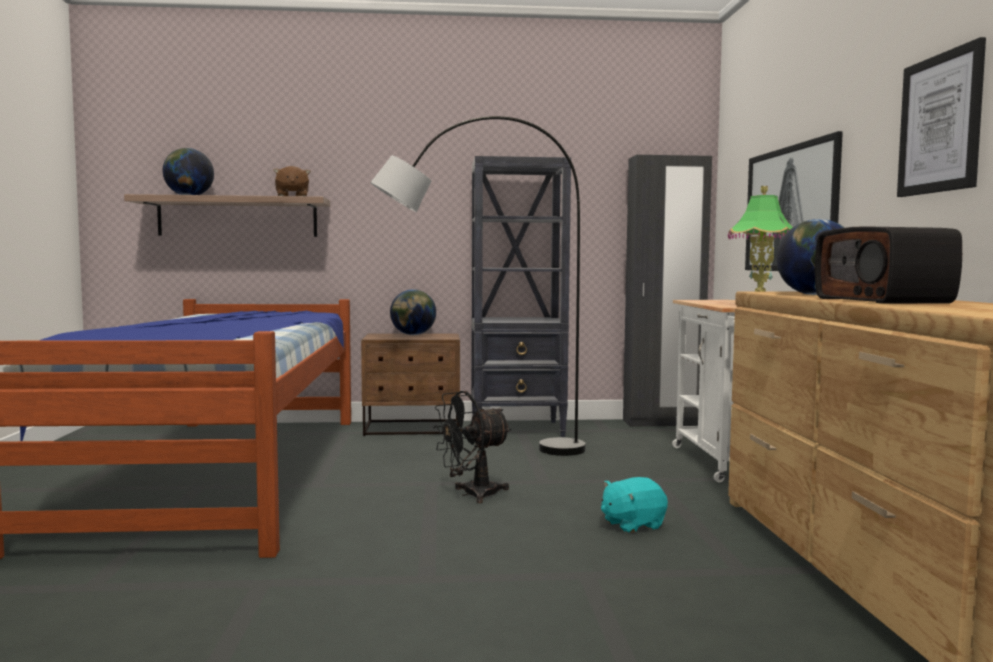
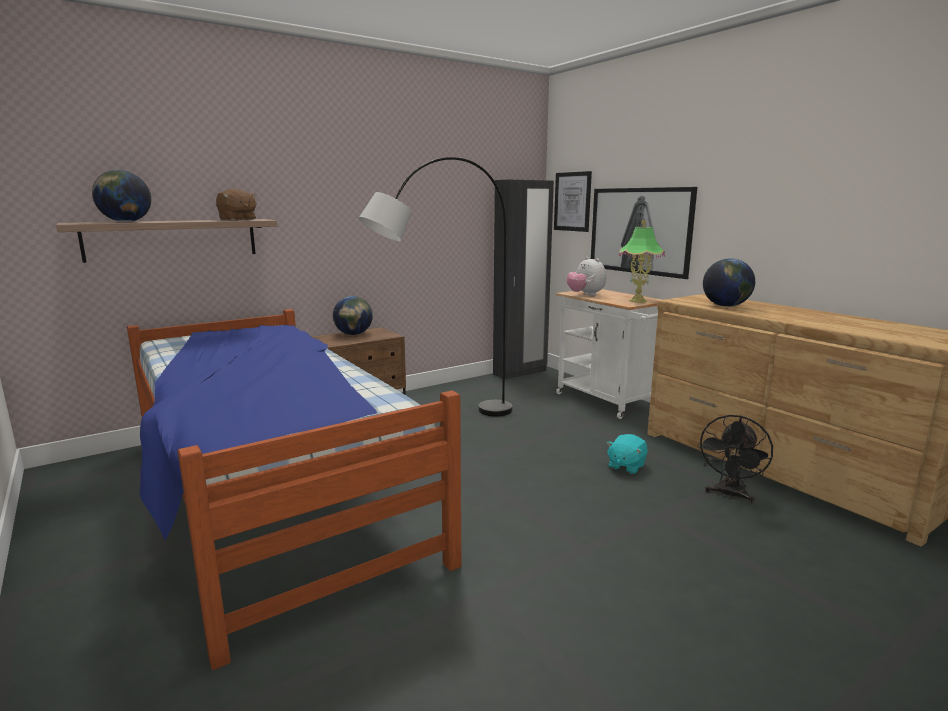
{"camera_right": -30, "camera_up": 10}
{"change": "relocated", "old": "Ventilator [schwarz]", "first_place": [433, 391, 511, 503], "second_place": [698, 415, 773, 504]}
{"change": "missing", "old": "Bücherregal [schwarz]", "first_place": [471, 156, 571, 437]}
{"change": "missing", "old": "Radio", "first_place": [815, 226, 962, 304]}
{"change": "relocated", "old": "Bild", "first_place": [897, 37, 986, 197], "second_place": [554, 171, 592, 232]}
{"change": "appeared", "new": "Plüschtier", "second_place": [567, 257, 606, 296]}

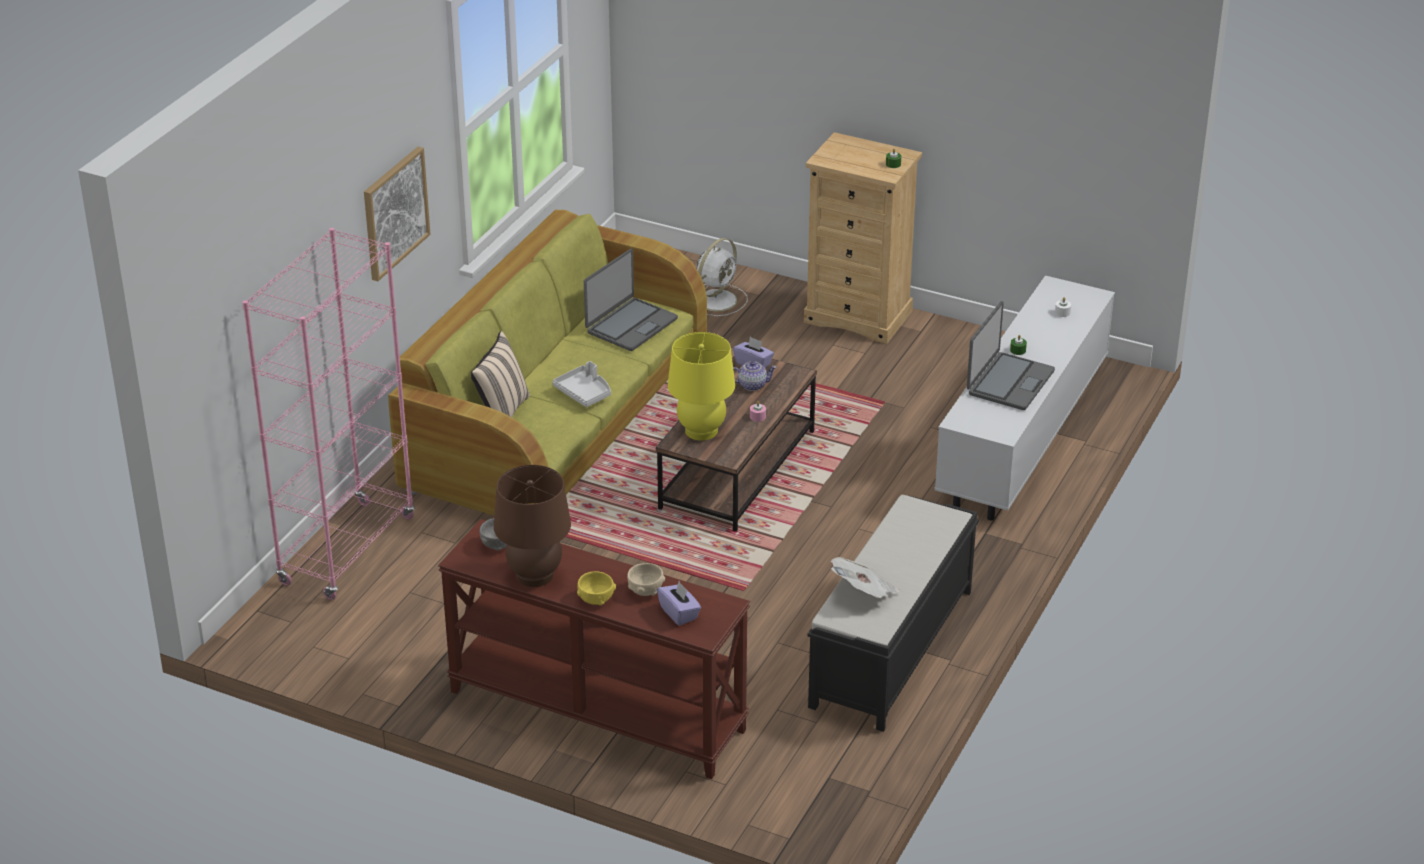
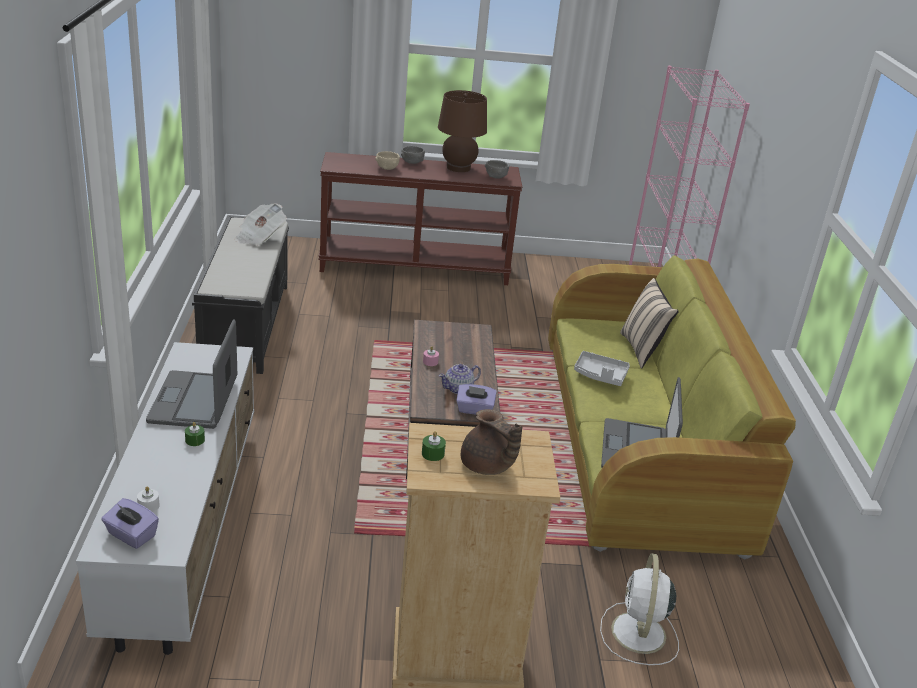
{"camera_right": 150, "camera_up": -5}
{"change": "missing", "old": "Bild", "first_place": [364, 147, 430, 281]}
{"change": "colour", "old": "Schüssel [gelb]", "new": "Schüssel [grau]", "first_place": [577, 571, 616, 605], "second_place": [401, 146, 425, 164]}
{"change": "relocated", "old": "Taschentuchbox [lila]", "first_place": [657, 581, 701, 626], "second_place": [101, 498, 159, 549]}
{"change": "missing", "old": "Tischlampe [gelb]", "first_place": [668, 332, 735, 441]}
{"change": "appeared", "new": "Teekanne [braun]", "second_place": [461, 409, 523, 475]}

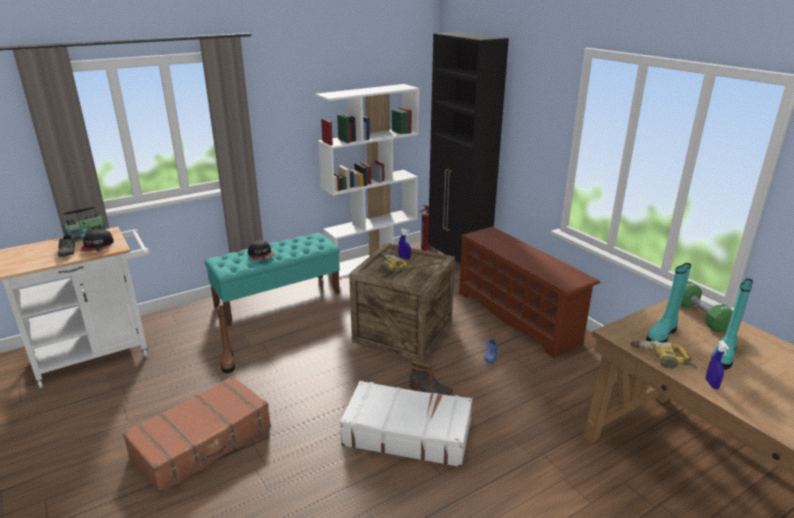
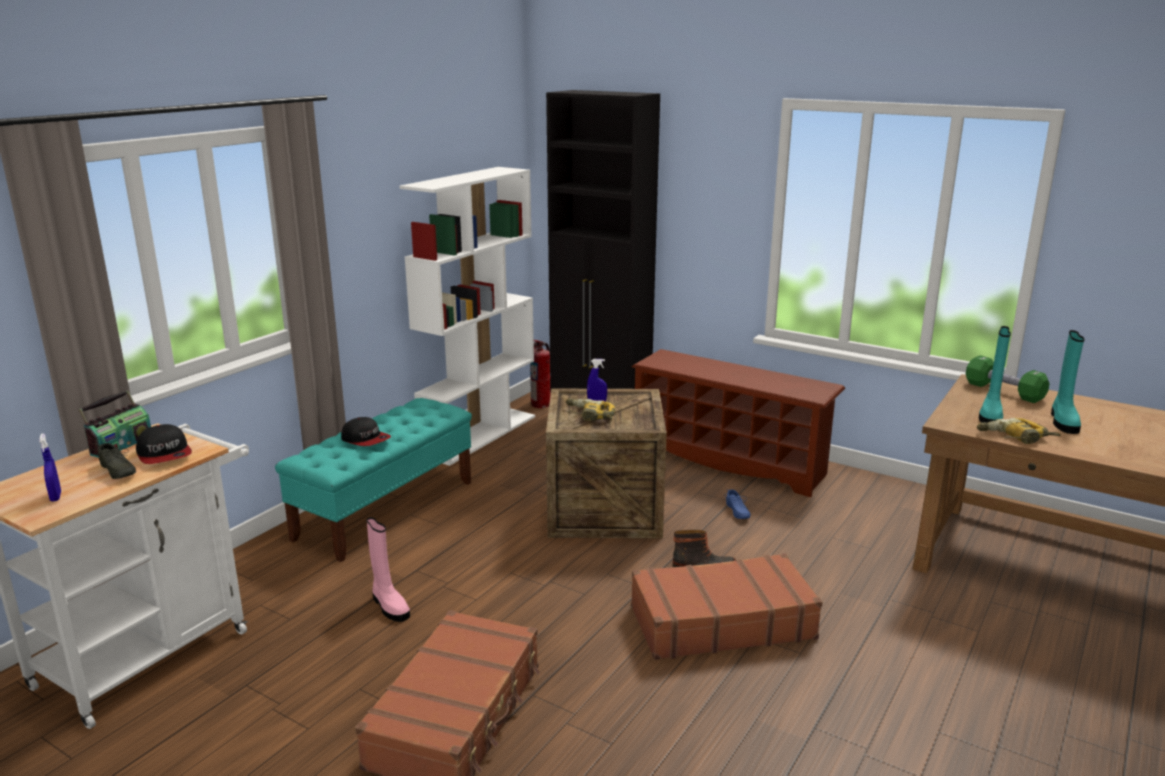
{"camera_right": -25, "camera_up": -5}
{"change": "colour", "old": "Stiefel [braun]", "new": "Stiefel [rosa]", "first_place": [218, 305, 235, 373], "second_place": [367, 517, 410, 622]}
{"change": "colour", "old": "Koffer [weiß]", "new": "Koffer [braun]", "first_place": [340, 381, 472, 468], "second_place": [631, 553, 823, 660]}
{"change": "relocated", "old": "Sprühflasche [blau]", "first_place": [706, 341, 729, 389], "second_place": [39, 433, 61, 502]}

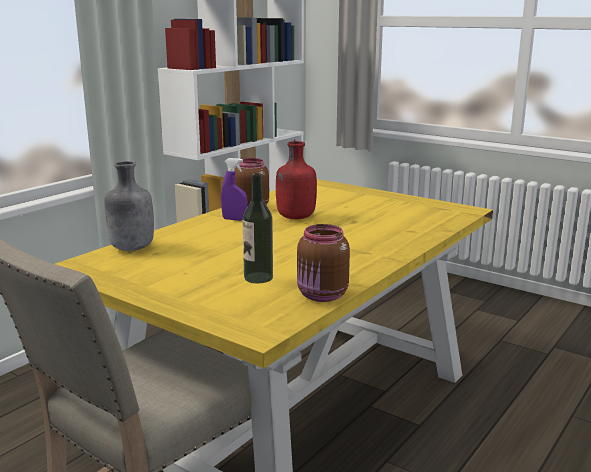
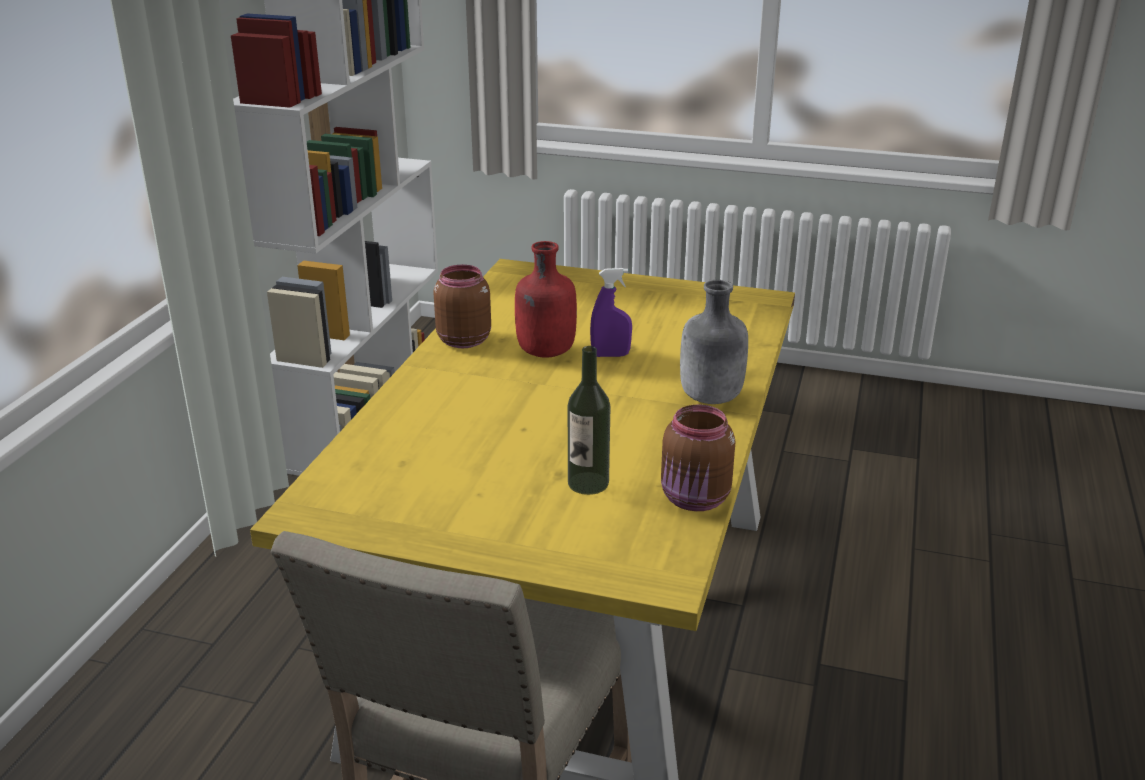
{"camera_right": -20, "camera_up": 10}
{"change": "relocated", "old": "Flasche [grau]", "first_place": [104, 161, 154, 251], "second_place": [680, 280, 748, 404]}
{"change": "relocated", "old": "Sprühflasche [lila]", "first_place": [221, 158, 247, 221], "second_place": [590, 268, 632, 357]}

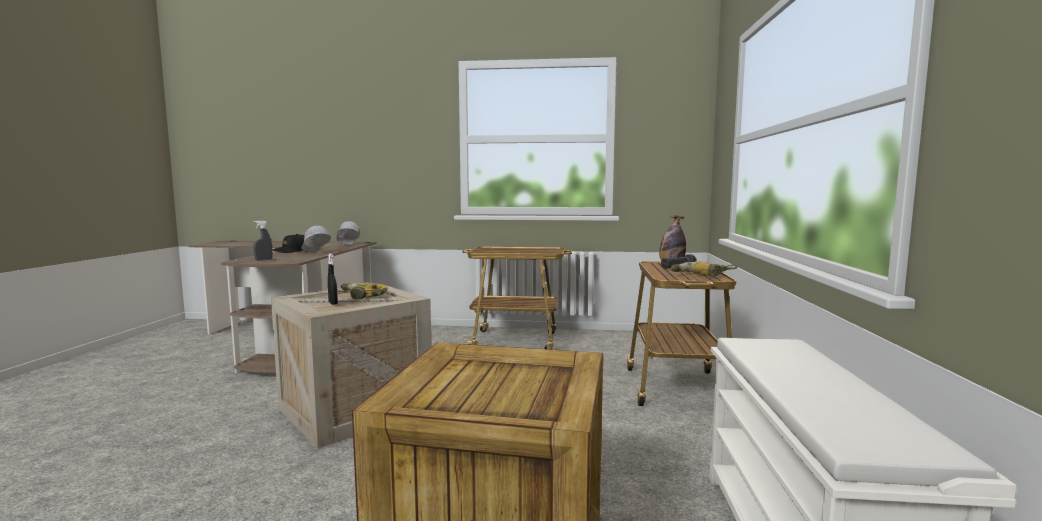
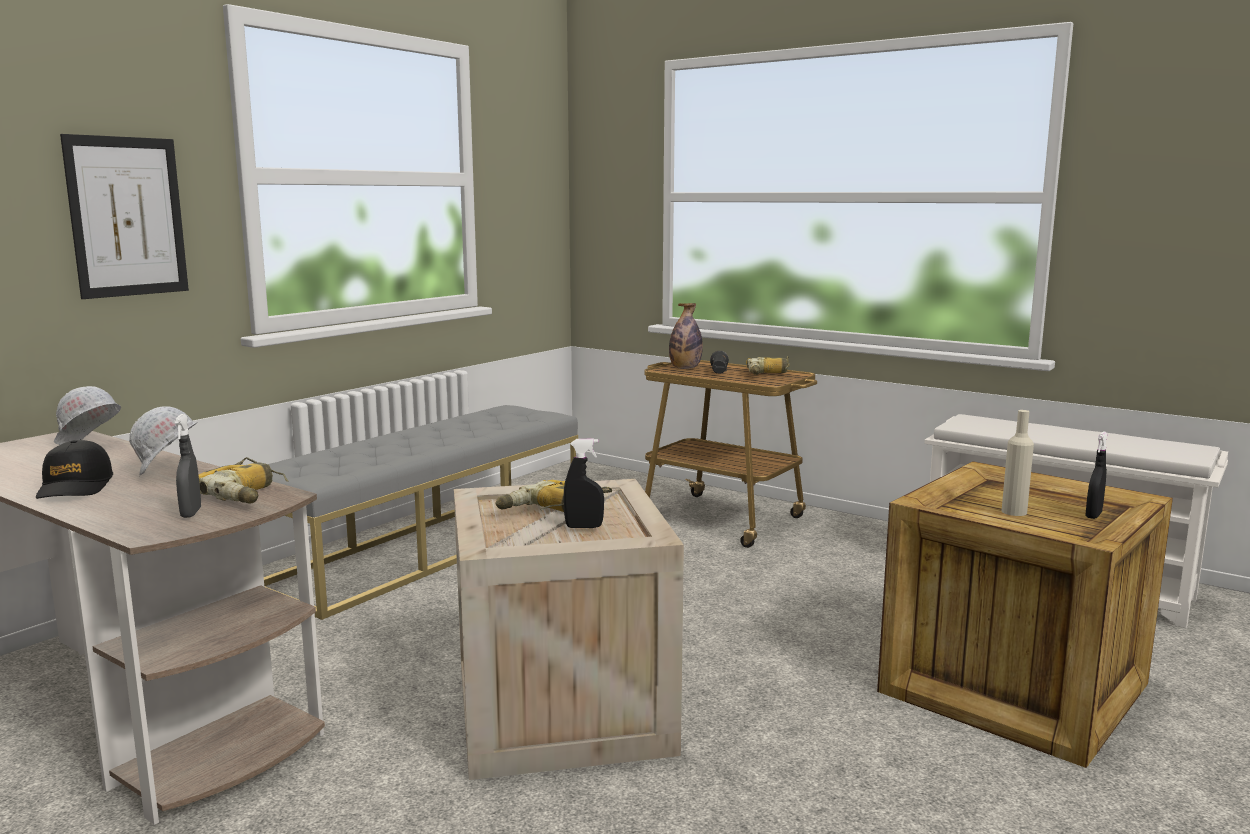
{"camera_right": -60, "camera_up": 5}
{"change": "exchanged", "old": "Rollwagen", "new": "Bank [grau]", "first_place": [462, 247, 572, 350], "second_place": [264, 405, 578, 620]}
{"change": "appeared", "new": "Bild", "second_place": [60, 134, 189, 299]}
{"change": "appeared", "new": "Bohrmaschine", "second_place": [199, 457, 289, 504]}
{"change": "appeared", "new": "Flasche [beige]", "second_place": [1002, 410, 1034, 516]}
{"change": "appeared", "new": "Sprühflasche [schwarz]", "second_place": [1085, 431, 1108, 519]}

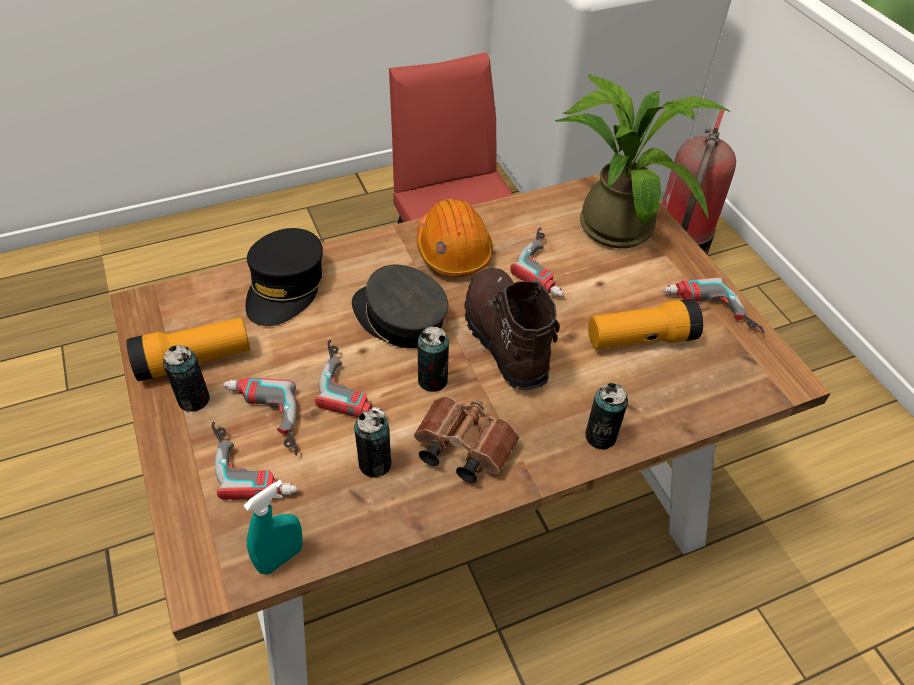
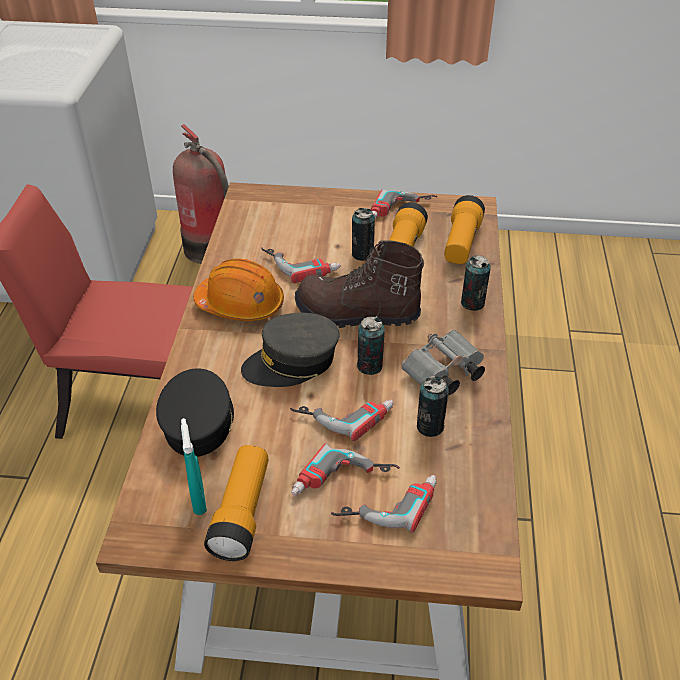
{"camera_right": -60, "camera_up": -5}
{"change": "relocated", "old": "Dose", "first_place": [163, 345, 210, 412], "second_place": [352, 208, 375, 261]}
{"change": "relocated", "old": "Sprühflasche [türkis]", "first_place": [244, 480, 303, 575], "second_place": [181, 418, 207, 515]}
{"change": "spun", "old": "Kappe [schwarz]", "first_place": [245, 228, 323, 326], "second_place": [156, 368, 234, 457], "degrees": -135}
{"change": "colour", "old": "Fernglas [braun]", "new": "Fernglas [grau]", "first_place": [414, 396, 519, 483], "second_place": [401, 330, 485, 395]}
{"change": "missing", "old": "Topfpflanze", "first_place": [555, 74, 730, 248]}
{"change": "appeared", "new": "Taschenlampe", "second_place": [444, 195, 485, 264]}

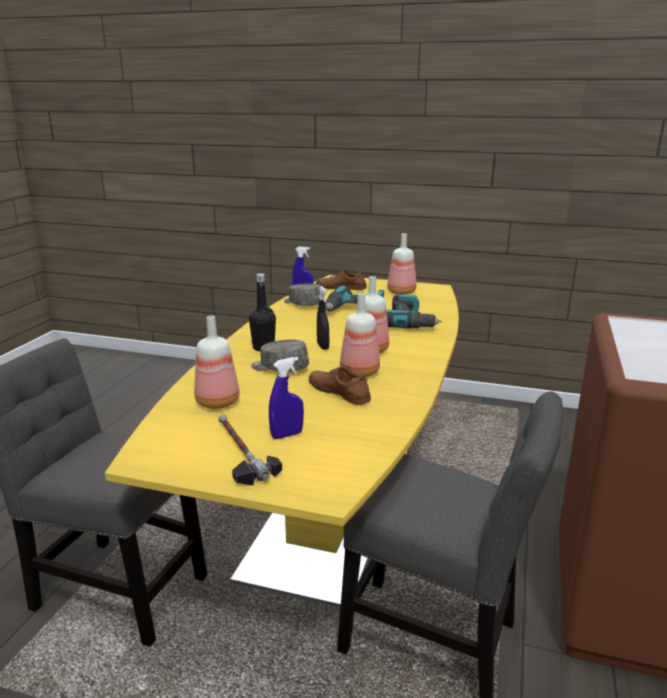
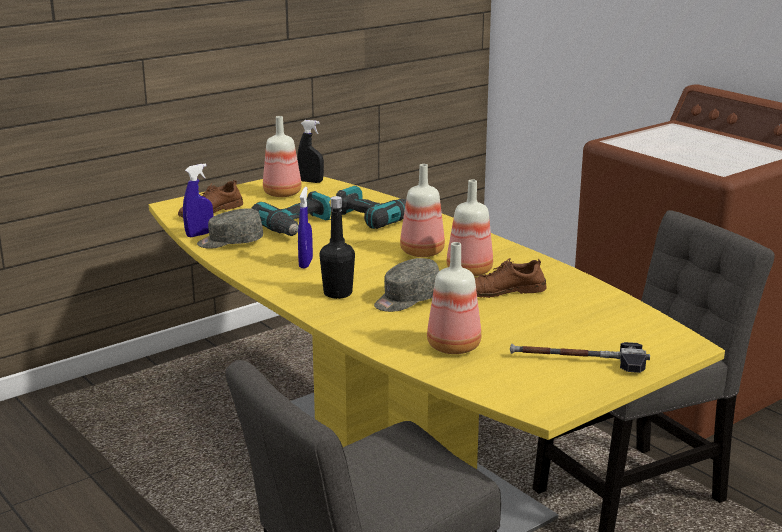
{"camera_right": -55, "camera_up": 0}
{"change": "relocated", "old": "Sprühflasche [blau]", "first_place": [269, 357, 304, 439], "second_place": [298, 187, 313, 268]}
{"change": "relocated", "old": "Sprühflasche [schwarz]", "first_place": [317, 286, 329, 350], "second_place": [297, 120, 324, 183]}

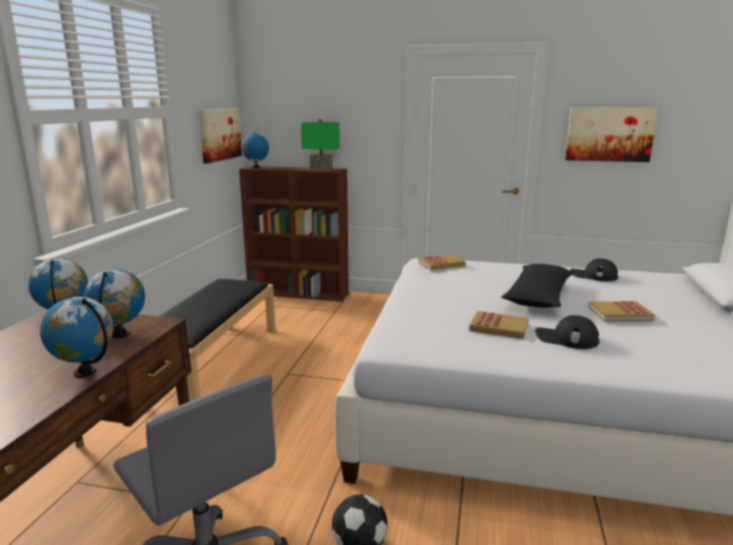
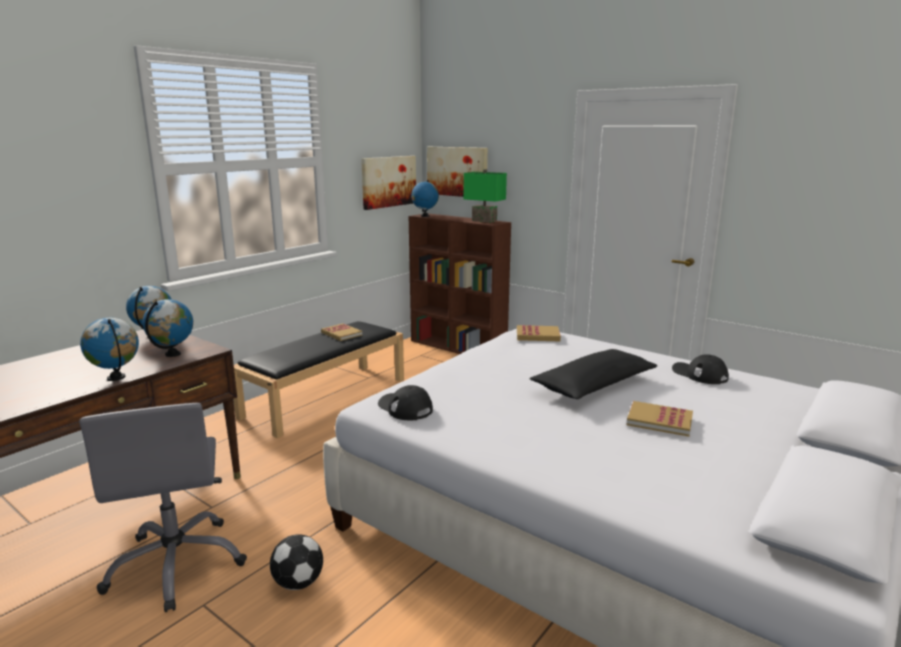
{"camera_right": 25, "camera_up": 0}
{"change": "relocated", "old": "Buch", "first_place": [469, 311, 529, 339], "second_place": [321, 323, 362, 341]}
{"change": "relocated", "old": "Kappe [schwarz]", "first_place": [535, 315, 600, 349], "second_place": [378, 385, 433, 420]}
{"change": "relocated", "old": "Bild", "first_place": [565, 107, 658, 162], "second_place": [427, 147, 488, 197]}

